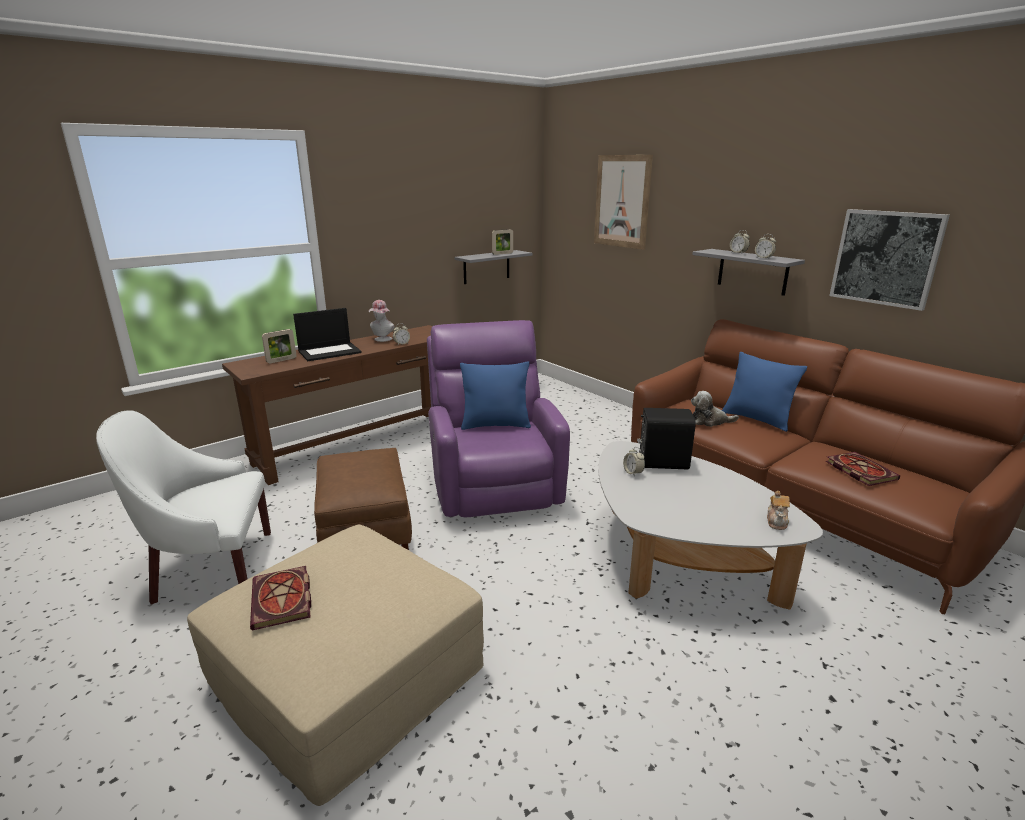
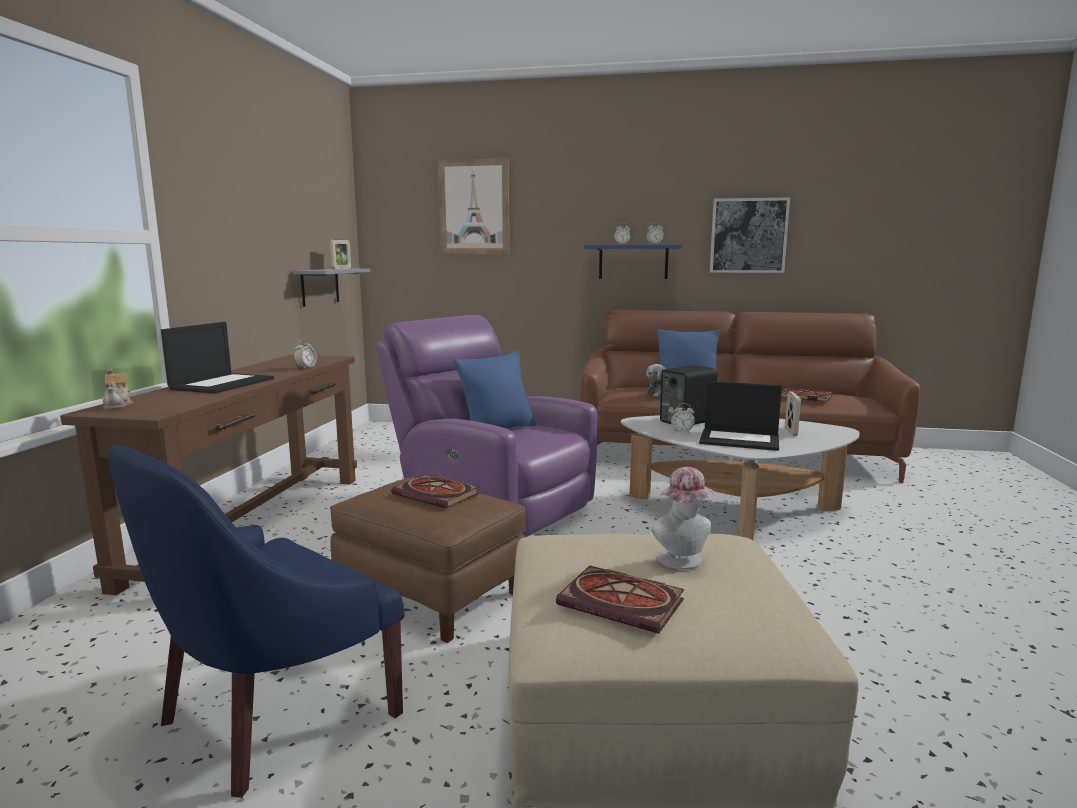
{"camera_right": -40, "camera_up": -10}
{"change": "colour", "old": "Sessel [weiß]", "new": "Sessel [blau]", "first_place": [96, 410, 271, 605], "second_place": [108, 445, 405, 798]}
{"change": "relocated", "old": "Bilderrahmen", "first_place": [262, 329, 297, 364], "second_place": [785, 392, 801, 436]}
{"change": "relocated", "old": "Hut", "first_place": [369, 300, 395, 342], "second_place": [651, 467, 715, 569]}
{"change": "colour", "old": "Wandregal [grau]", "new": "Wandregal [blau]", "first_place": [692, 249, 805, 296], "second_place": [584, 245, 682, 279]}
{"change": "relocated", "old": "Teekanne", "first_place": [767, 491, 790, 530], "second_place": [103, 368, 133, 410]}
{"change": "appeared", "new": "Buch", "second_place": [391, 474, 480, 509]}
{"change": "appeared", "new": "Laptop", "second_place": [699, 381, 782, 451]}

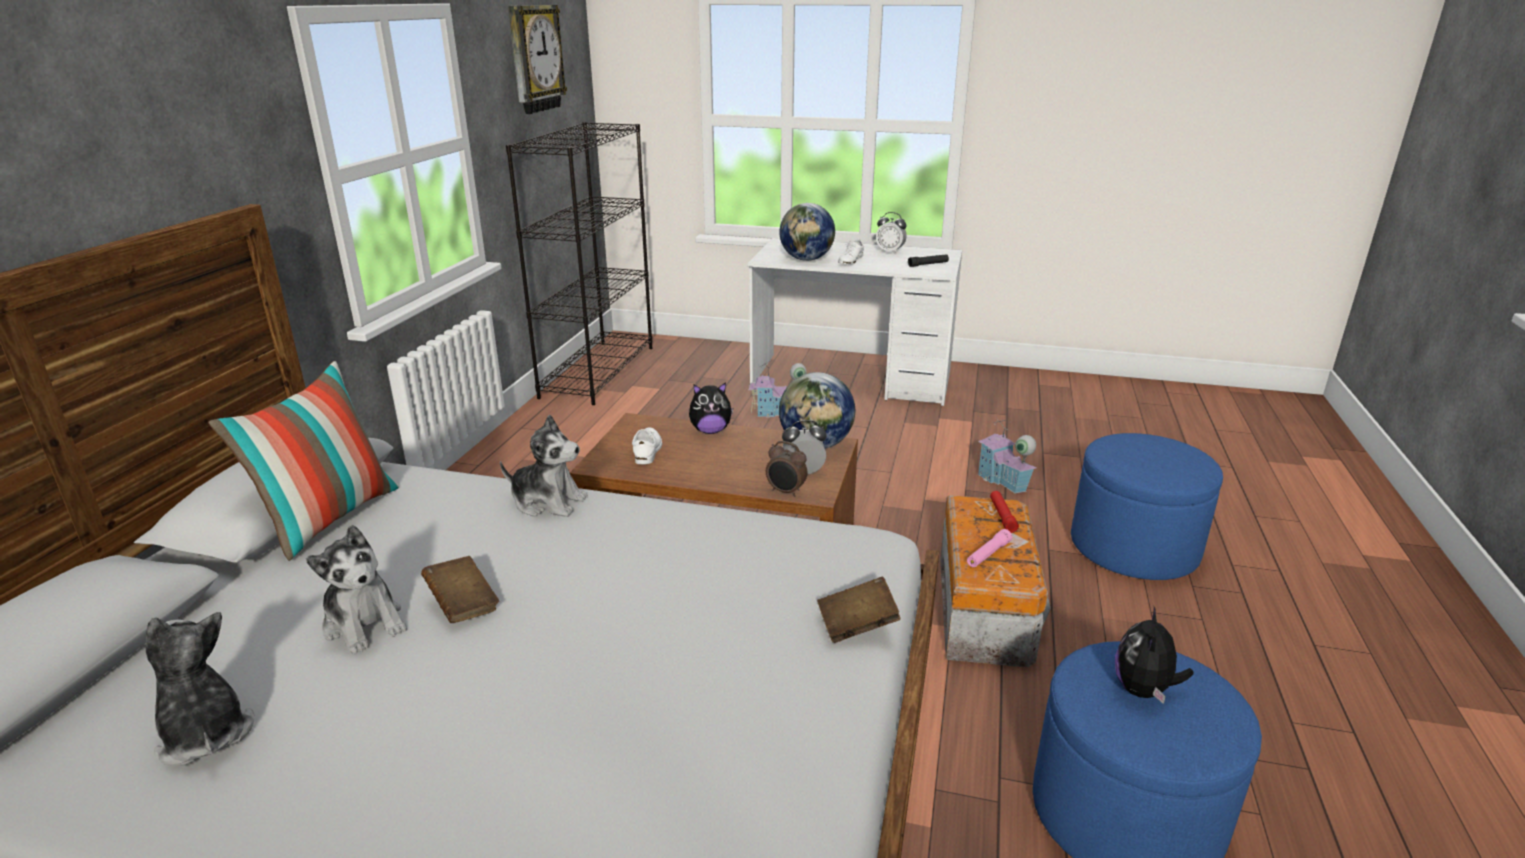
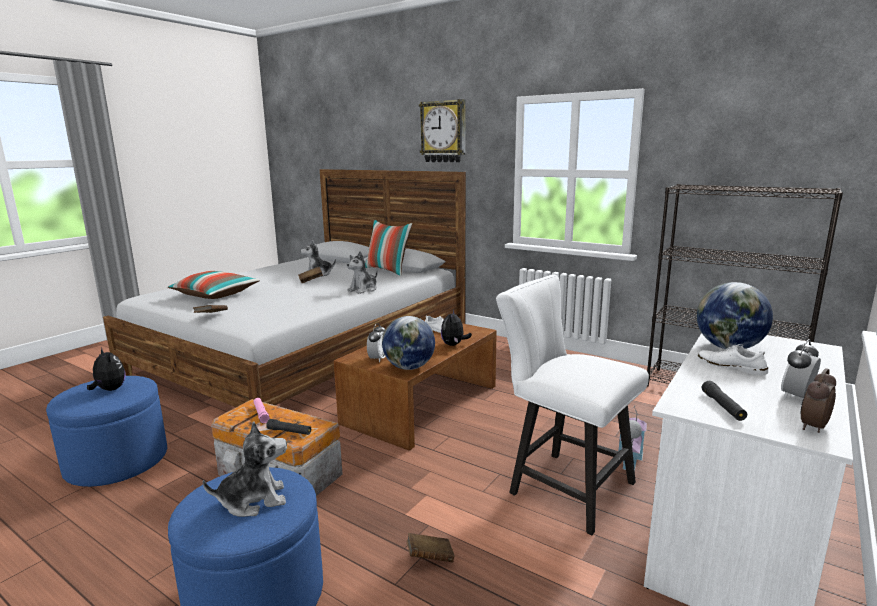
{"camera_right": 110, "camera_up": -10}
{"change": "relocated", "old": "Plüschtier", "first_place": [146, 612, 254, 766], "second_place": [202, 421, 287, 517]}
{"change": "relocated", "old": "Wanduhr", "first_place": [508, 5, 567, 114], "second_place": [419, 99, 466, 162]}
{"change": "relocated", "old": "Wecker", "first_place": [766, 441, 808, 497], "second_place": [801, 368, 836, 433]}
{"change": "exchanged", "old": "Spielzeughaus", "new": "Buch [braun]", "first_place": [978, 419, 1037, 493], "second_place": [406, 533, 454, 562]}
{"change": "colour", "old": "Taschenlampe [rot]", "new": "Taschenlampe [schwarz]", "first_place": [990, 491, 1019, 533], "second_place": [266, 419, 311, 435]}
{"change": "appeared", "new": "Kissen", "second_place": [168, 271, 260, 299]}
{"change": "appeared", "new": "Stuhl [weiß]", "second_place": [496, 275, 649, 535]}

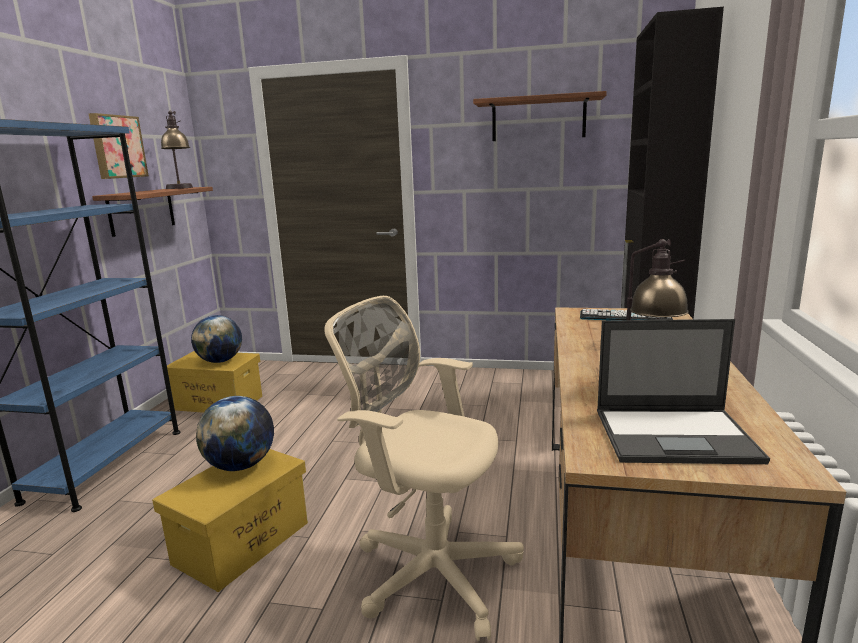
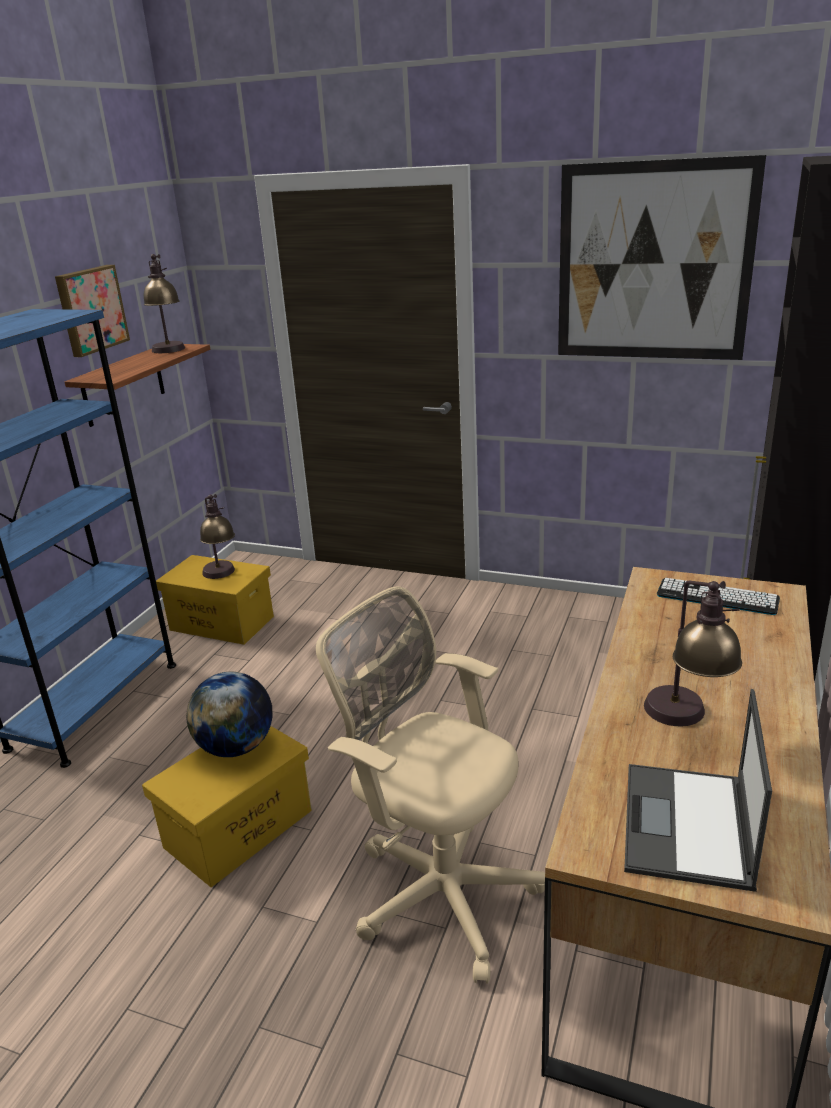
{"camera_right": 10, "camera_up": 10}
{"change": "exchanged", "old": "Globus", "new": "Tischlampe", "first_place": [191, 315, 242, 363], "second_place": [200, 494, 235, 579]}
{"change": "exchanged", "old": "Wandregal", "new": "Bild", "first_place": [473, 91, 607, 141], "second_place": [558, 155, 766, 360]}
{"change": "spun", "old": "Laptop", "first_place": [597, 319, 770, 464], "second_place": [624, 689, 772, 892], "degrees": 90}

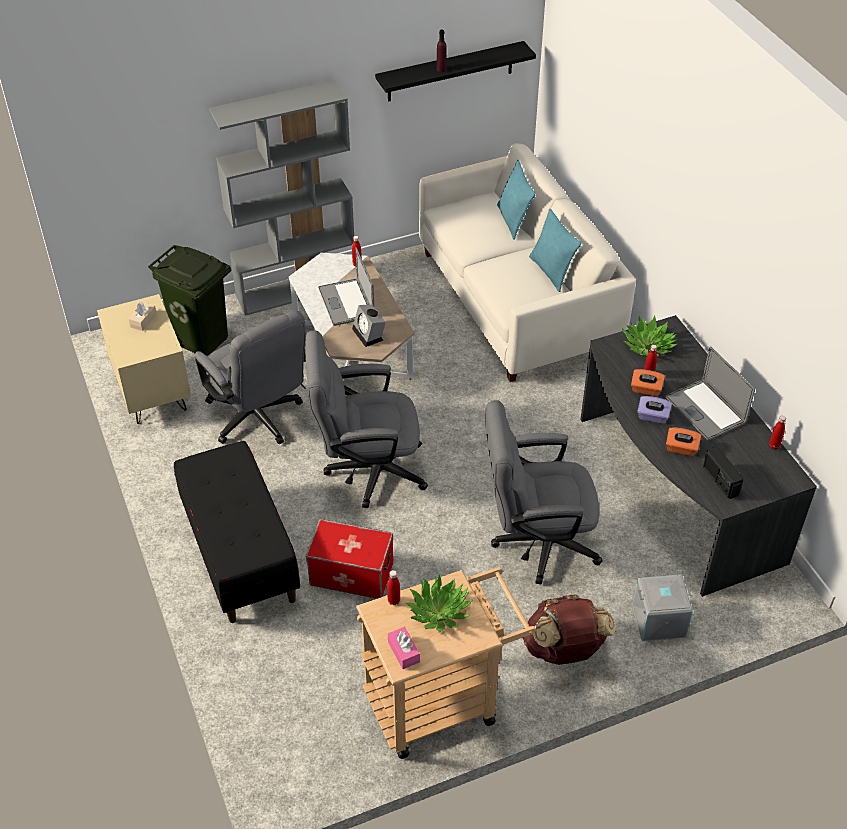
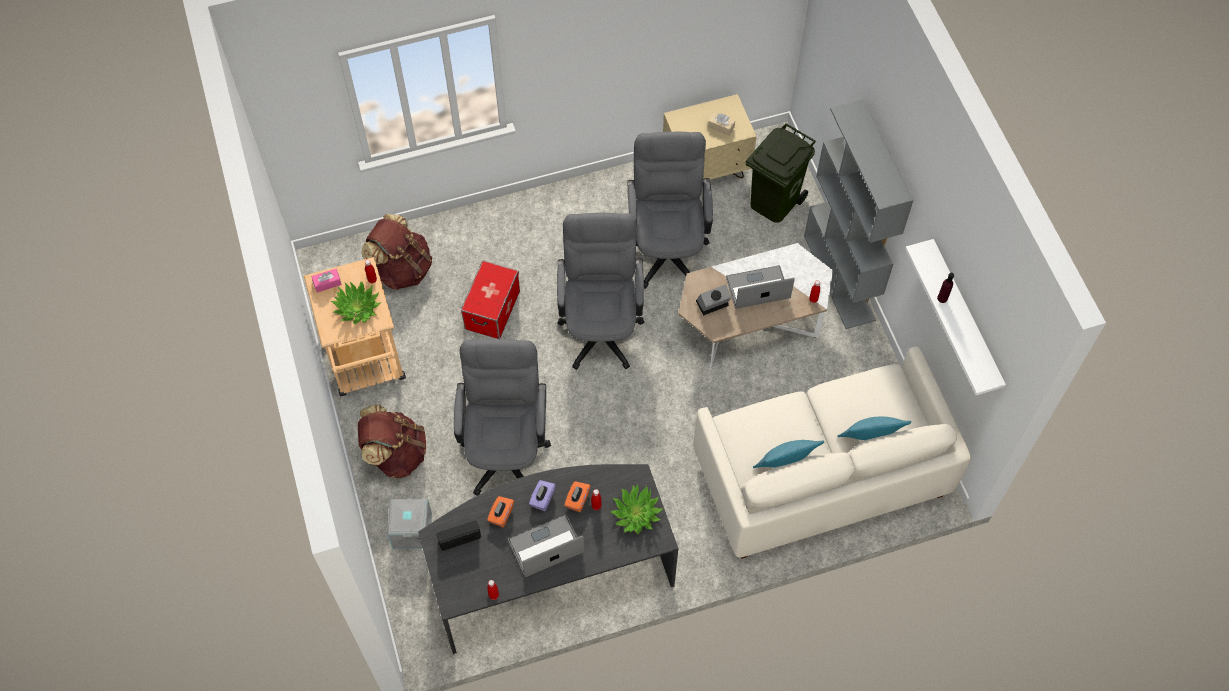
{"camera_right": 95, "camera_up": 15}
{"change": "missing", "old": "Bank [schwarz]", "first_place": [174, 441, 300, 623]}
{"change": "spun", "old": "Bürostuhl [grau]", "first_place": [195, 310, 306, 444], "second_place": [628, 132, 713, 289], "degrees": 120}
{"change": "colour", "old": "Wandregal [schwarz]", "new": "Wandregal [weiß]", "first_place": [375, 41, 536, 102], "second_place": [905, 239, 1006, 395]}
{"change": "appeared", "new": "Rucksack [braun]", "second_place": [361, 214, 432, 290]}

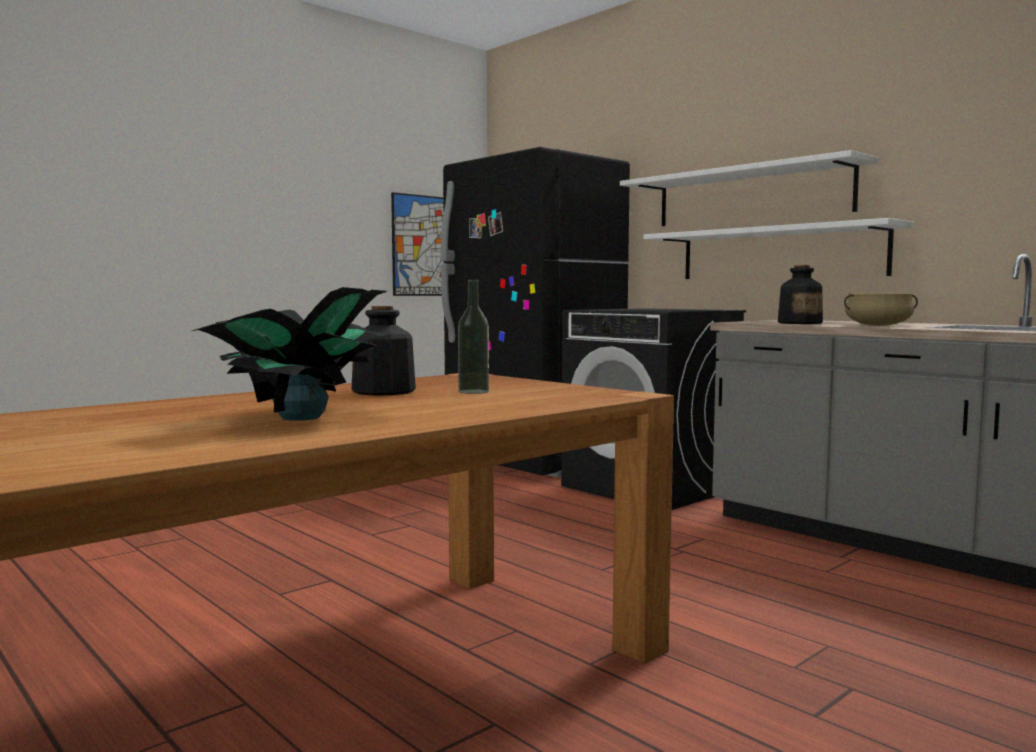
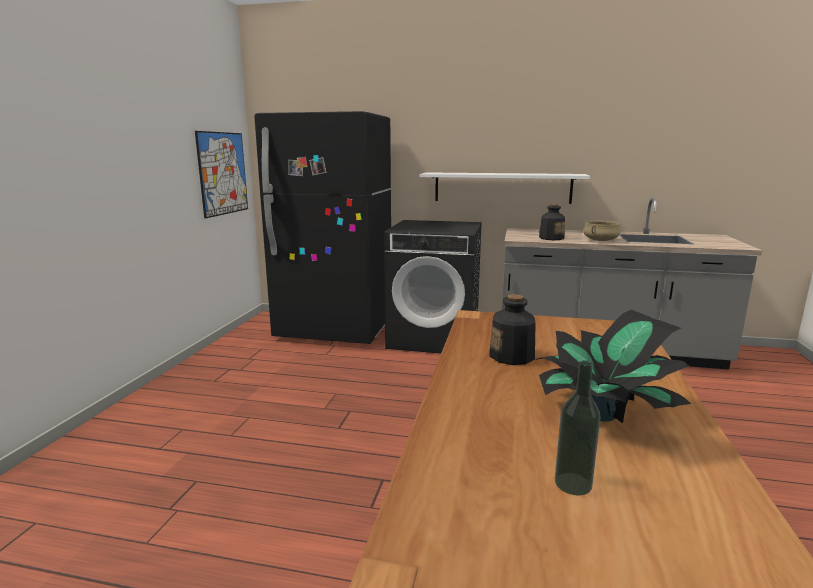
{"camera_right": -35, "camera_up": 10}
{"change": "relocated", "old": "Flasche", "first_place": [458, 280, 489, 394], "second_place": [555, 360, 600, 496]}
{"change": "missing", "old": "Wandregal [weiß]", "first_place": [620, 150, 879, 226]}

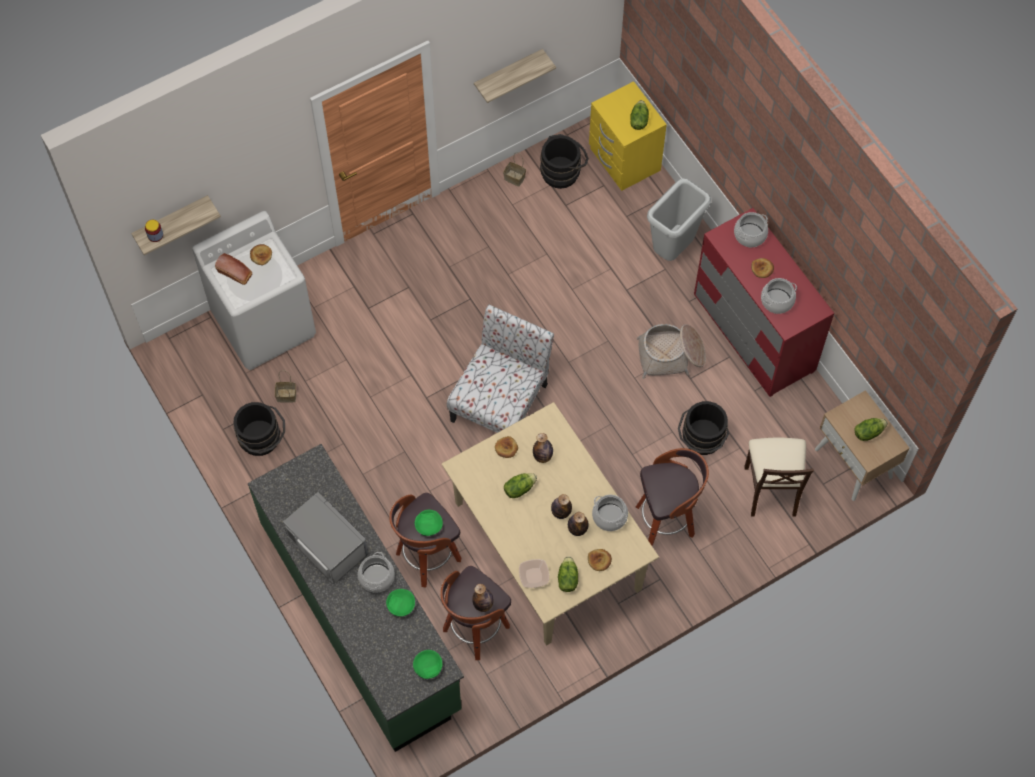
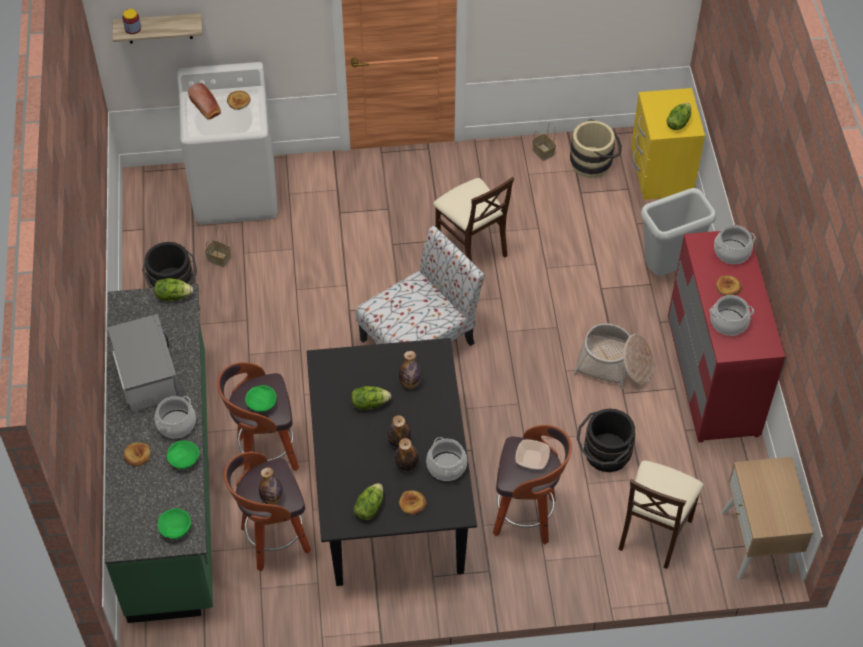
{"camera_right": 25, "camera_up": -10}
{"change": "colour", "old": "Esstisch [beige]", "new": "Esstisch [schwarz]", "first_place": [442, 402, 659, 645], "second_place": [306, 338, 477, 586]}
{"change": "missing", "old": "Wandregal", "first_place": [474, 49, 556, 103]}
{"change": "relocated", "old": "Brot", "first_place": [495, 436, 518, 458], "second_place": [124, 443, 151, 466]}
{"change": "relocated", "old": "Schüssel", "first_place": [519, 559, 549, 588], "second_place": [515, 439, 550, 469]}
{"change": "colour", "old": "Eimer [schwarz]", "new": "Eimer [beige]", "first_place": [540, 134, 589, 189], "second_place": [570, 119, 622, 178]}
{"change": "relocated", "old": "Salatkopf", "first_place": [854, 418, 888, 441], "second_place": [154, 278, 193, 301]}
{"change": "appeared", "new": "Stuhl [beige]", "second_place": [433, 177, 514, 262]}

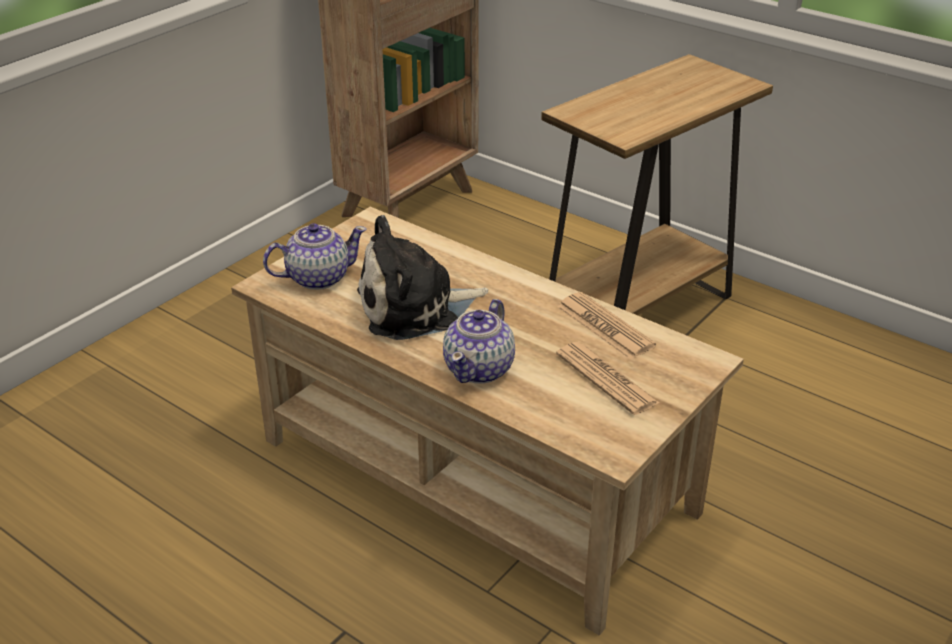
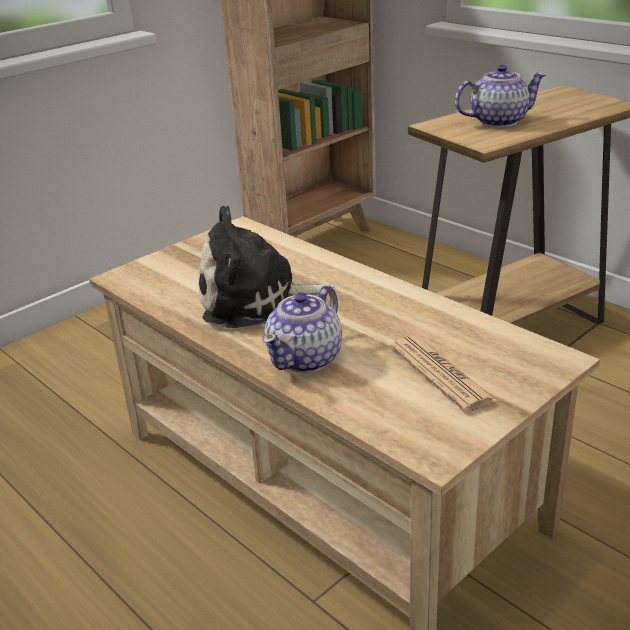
{"camera_right": 10, "camera_up": -5}
{"change": "relocated", "old": "Teekanne", "first_place": [263, 223, 367, 290], "second_place": [455, 65, 546, 127]}
{"change": "missing", "old": "Zeitung", "first_place": [557, 292, 656, 359]}

